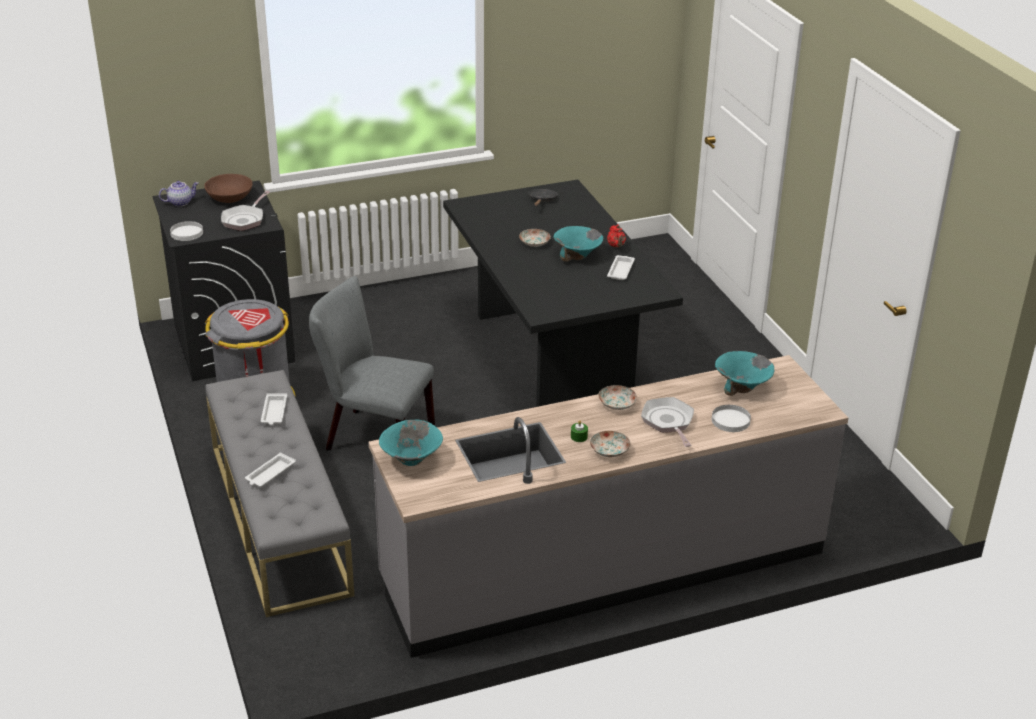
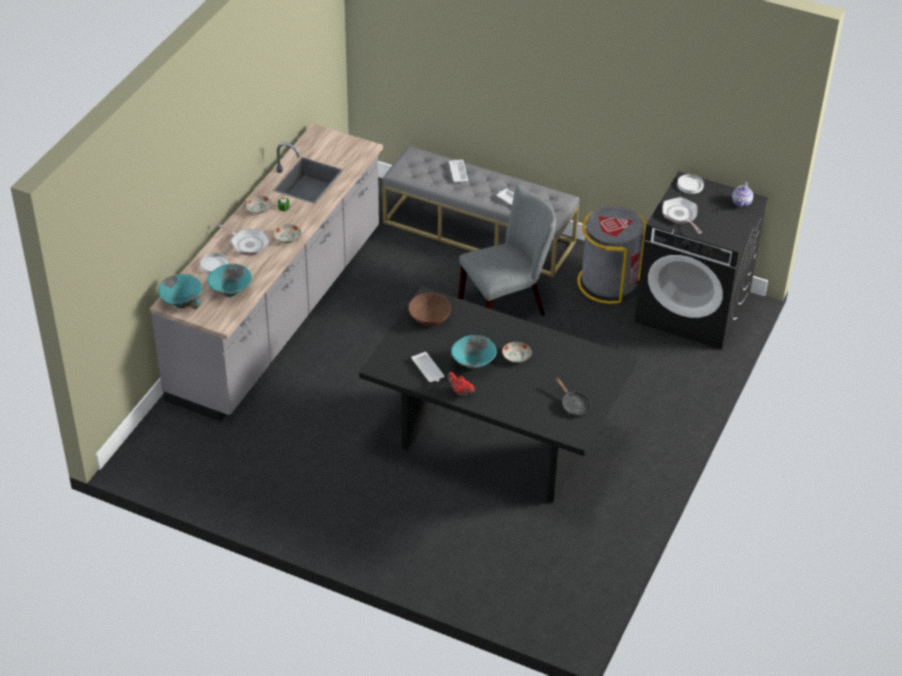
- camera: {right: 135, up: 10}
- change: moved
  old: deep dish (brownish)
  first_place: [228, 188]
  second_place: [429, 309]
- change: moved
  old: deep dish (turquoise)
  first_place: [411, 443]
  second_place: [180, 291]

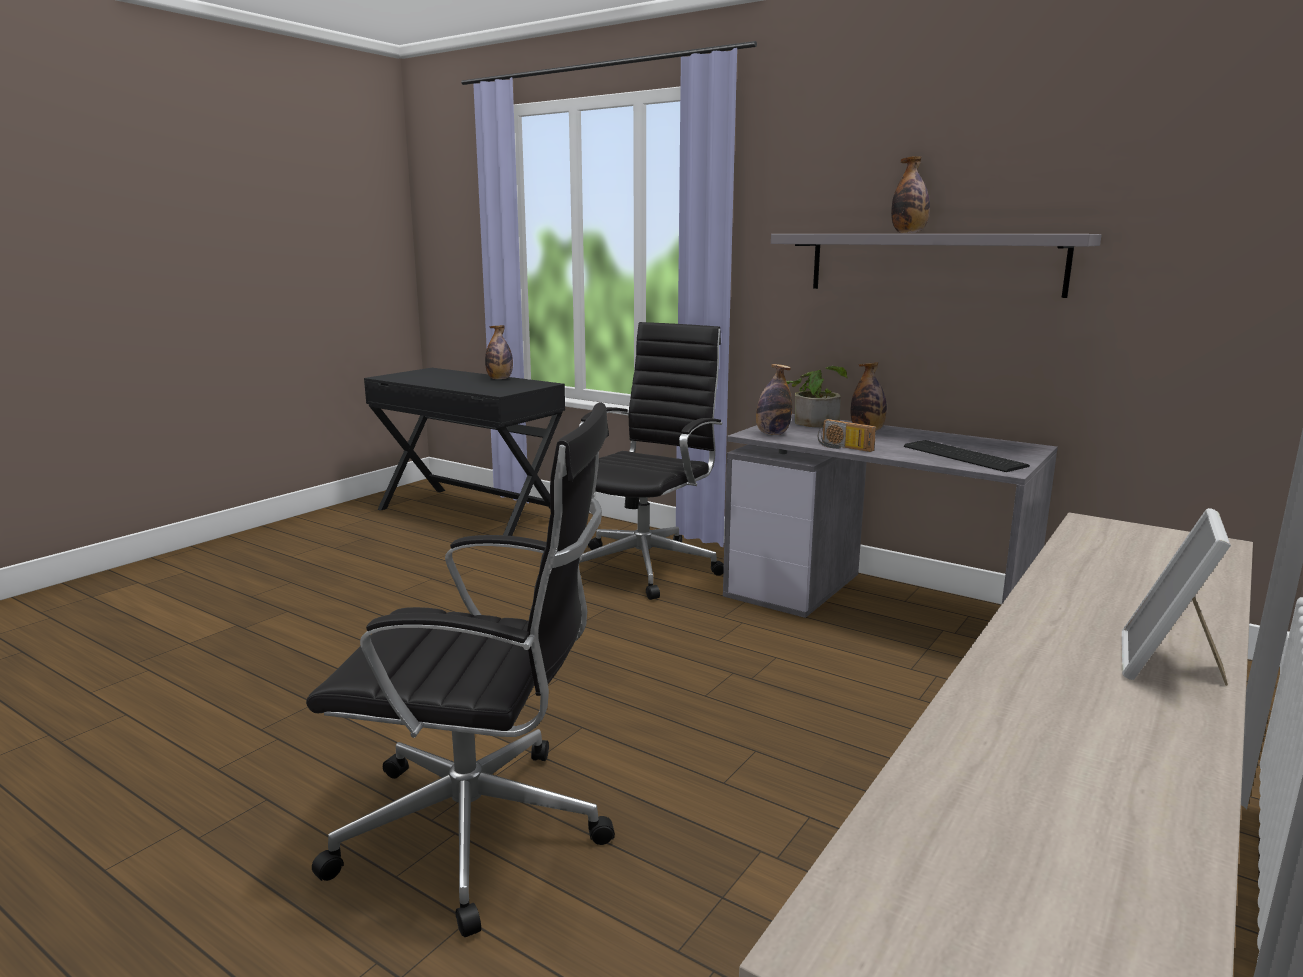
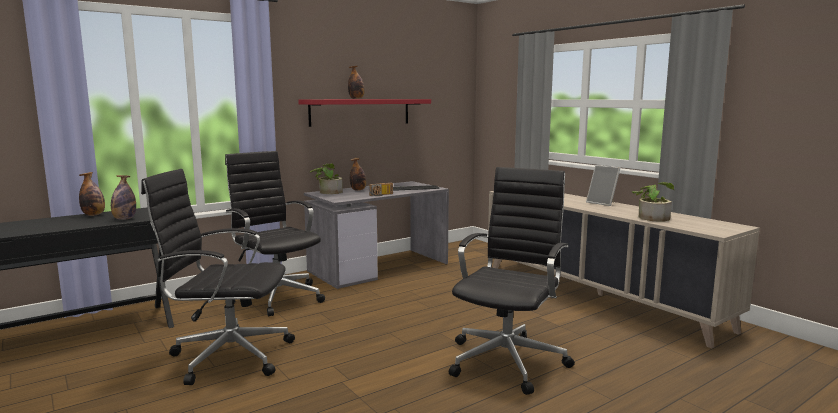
- camera: {right: -70, up: -5}
- change: added
  new: computer chair (black-coloured)
  second_place: [218, 277]
- change: added
  new: plant in a pot
  second_place: [653, 202]
- change: moved
  old: drink bottle
  first_place: [774, 399]
  second_place: [123, 197]
- change: recoloured
  old: shelf (greyish)
  new: shelf (red-coloured)
  first_place: [936, 266]
  second_place: [364, 113]

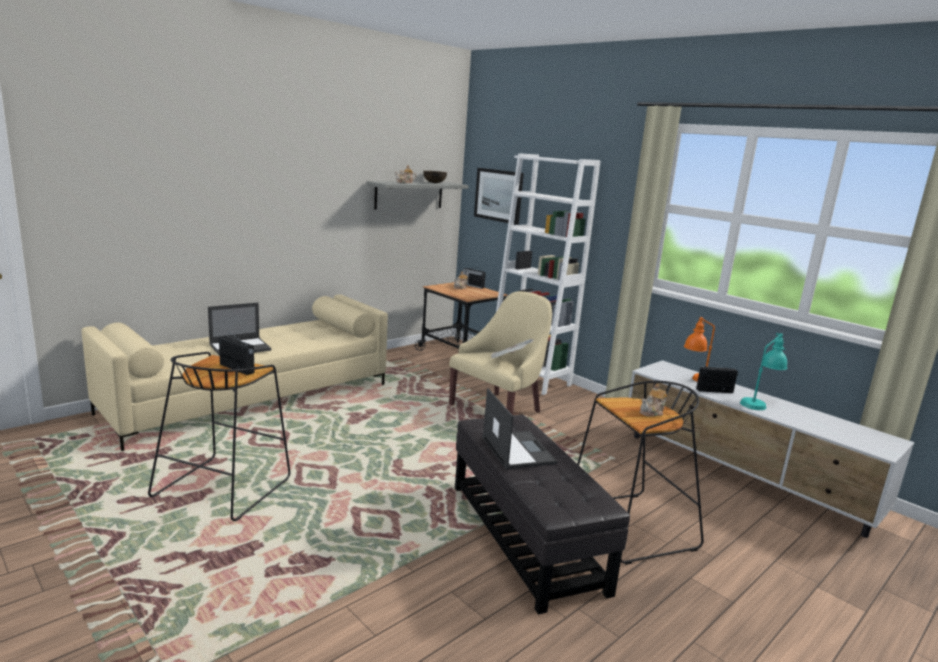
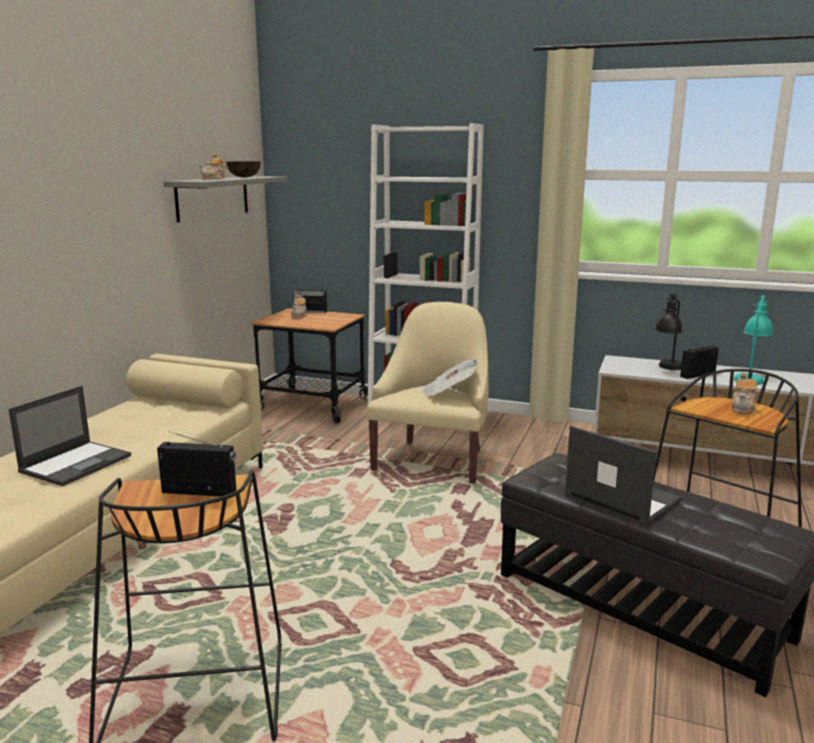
- camera: {right: -25, up: 0}
- change: removed
  old: wall art
  first_place: [499, 196]
- change: recoloured
  old: lamp for a table (orange-coloured)
  new: lamp for a table (black-coloured)
  first_place: [699, 349]
  second_place: [668, 331]

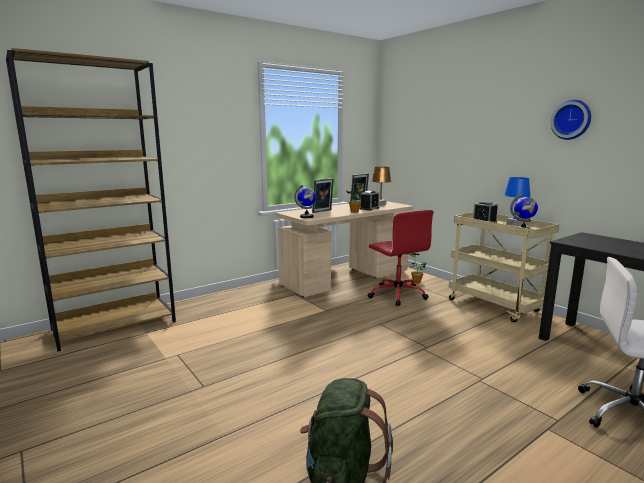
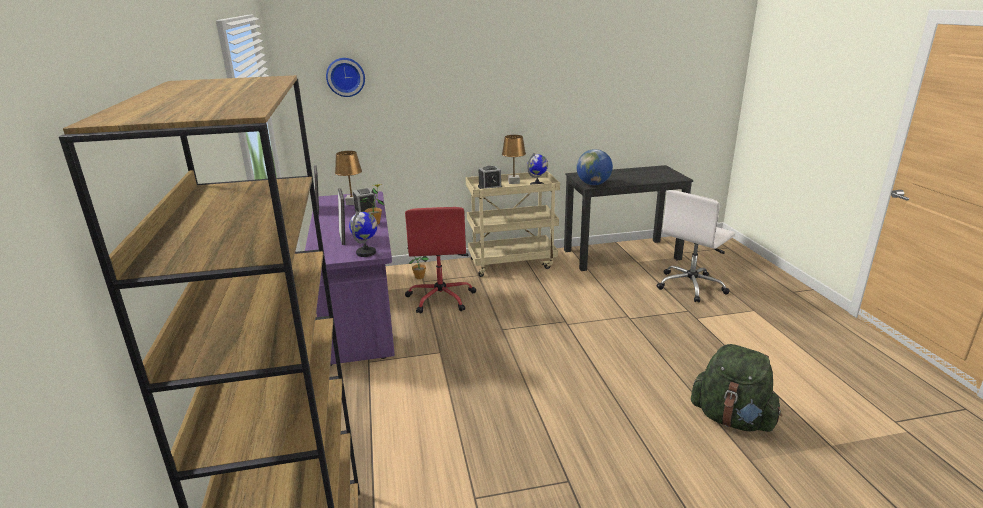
- camera: {right: -65, up: 10}
- change: added
  new: desk globe
  second_place: [595, 167]
- change: moved
  old: clock on the wall
  first_place: [571, 120]
  second_place: [345, 77]
- change: recoloured
  old: desk table (sand-coloured)
  new: desk table (purple-coloured)
  first_place: [344, 249]
  second_place: [350, 278]
- change: recoloured
  old: lamp for a table (bluish)
  new: lamp for a table (brownish)
  first_place: [517, 201]
  second_place: [514, 159]
- change: turned
  old: computer chair (red-coloured)
  first_place: [400, 258]
  second_place: [440, 260]
  degrees: 90

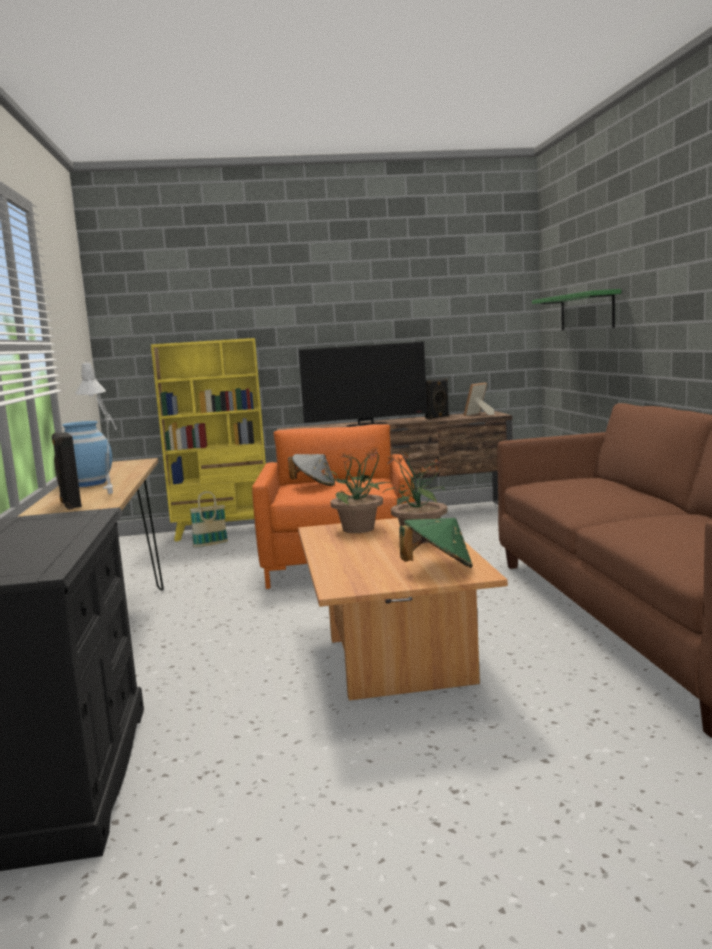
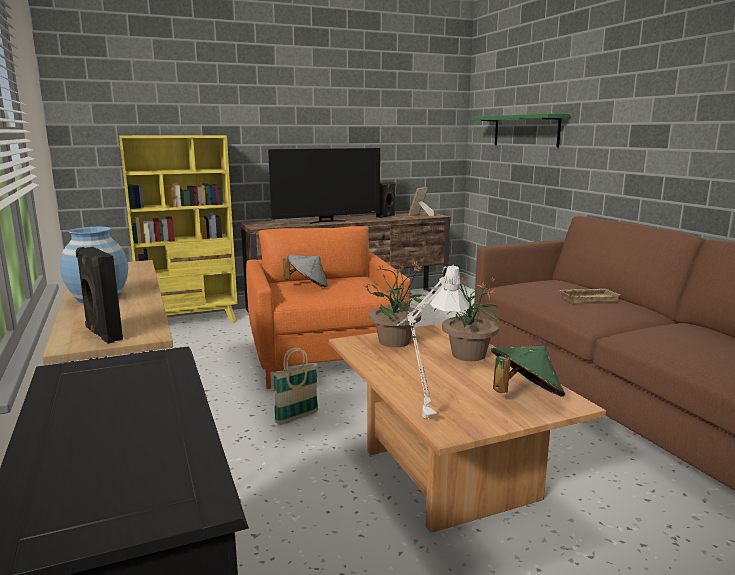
- camera: {right: -15, up: 5}
- change: added
  new: tray (sand-coloured)
  second_place: [590, 296]
- change: moved
  old: lamp for a table (greyish)
  first_place: [96, 428]
  second_place: [433, 343]
- change: moved
  old: storage basket
  first_place: [209, 519]
  second_place: [295, 386]

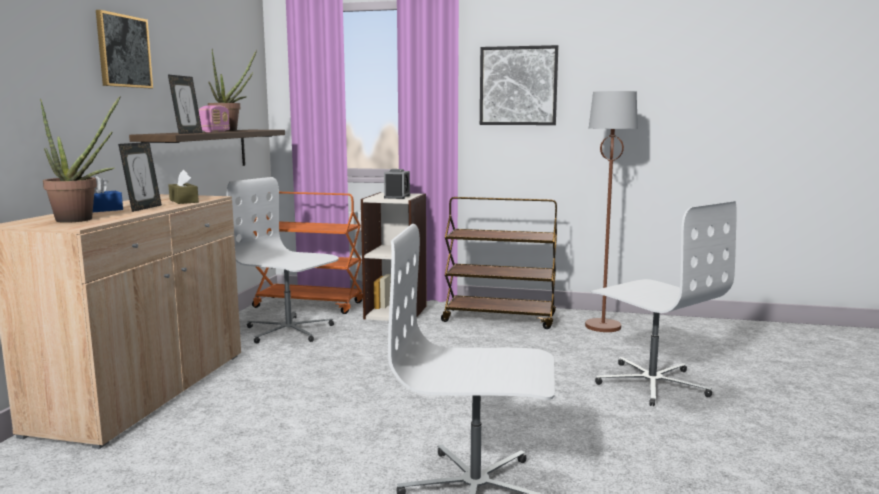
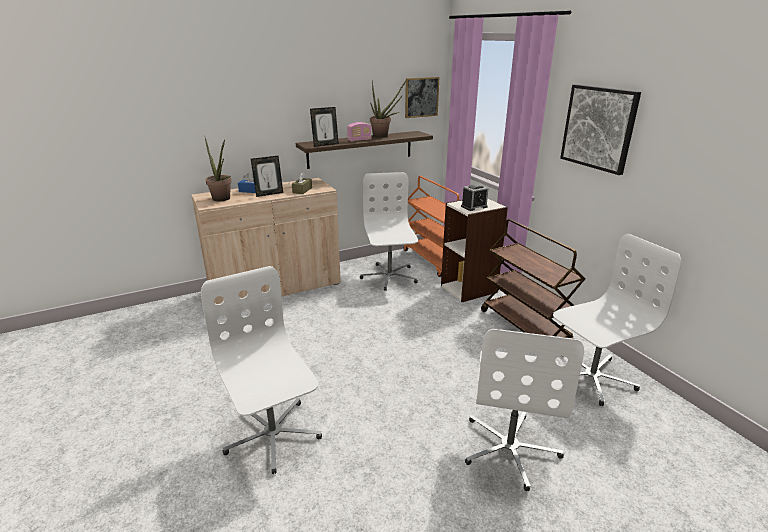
- camera: {right: 50, up: 15}
- change: moved
  old: wall art
  first_place: [124, 49]
  second_place: [422, 97]
- change: replaced
  old: standard lamp (brownish)
  new: computer chair (white-coloured)
  first_place: [611, 211]
  second_place: [617, 320]

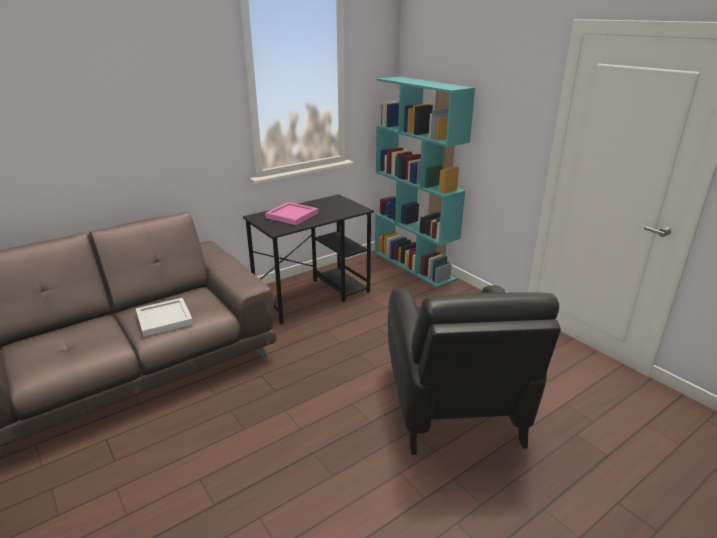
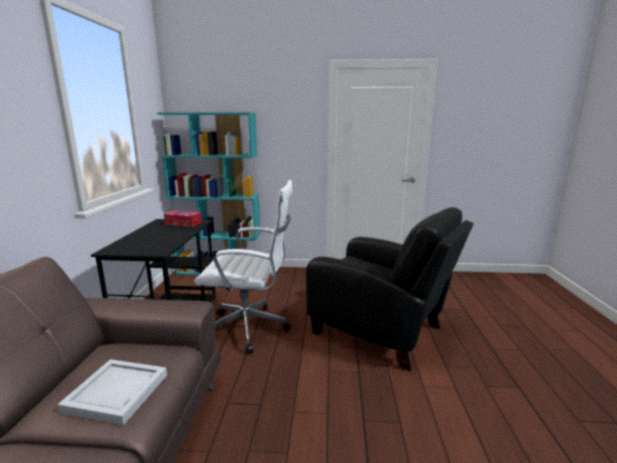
- camera: {right: -50, up: -10}
- change: removed
  old: tray (pinkish)
  first_place: [291, 213]
- change: added
  new: box of tissues
  second_place: [183, 218]
- change: added
  new: computer chair (white-coloured)
  second_place: [243, 267]

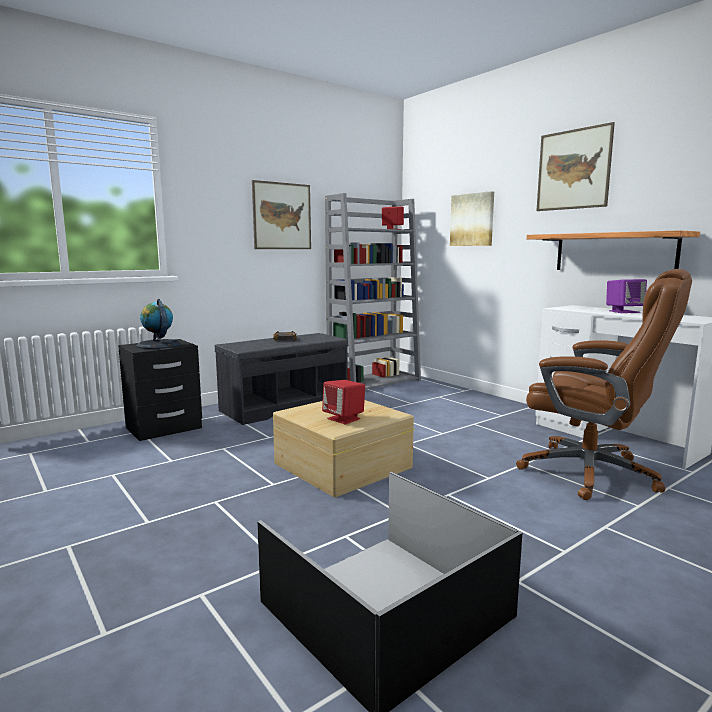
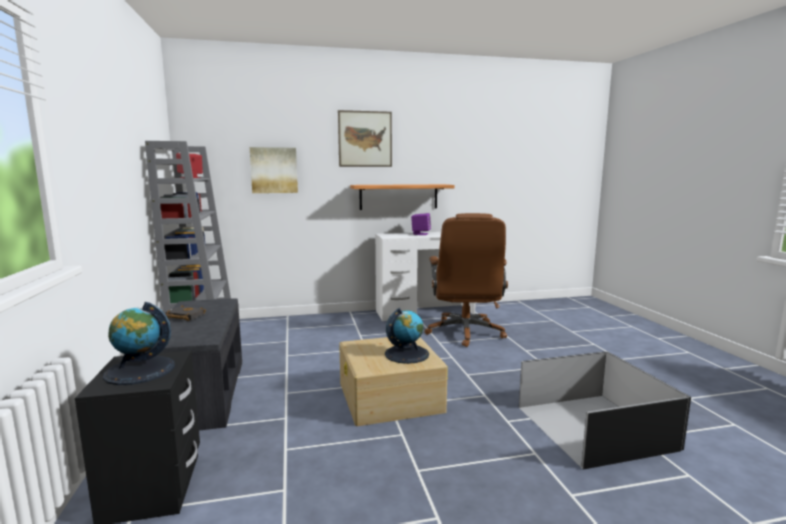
- camera: {right: -65, up: 0}
- change: removed
  old: wall art
  first_place: [281, 214]
- change: replaced
  old: audio speaker (red-coloured)
  new: desk globe
  first_place: [343, 402]
  second_place: [407, 336]
- change: turned
  old: computer chair (brownish)
  first_place: [604, 384]
  second_place: [466, 280]
  degrees: 120

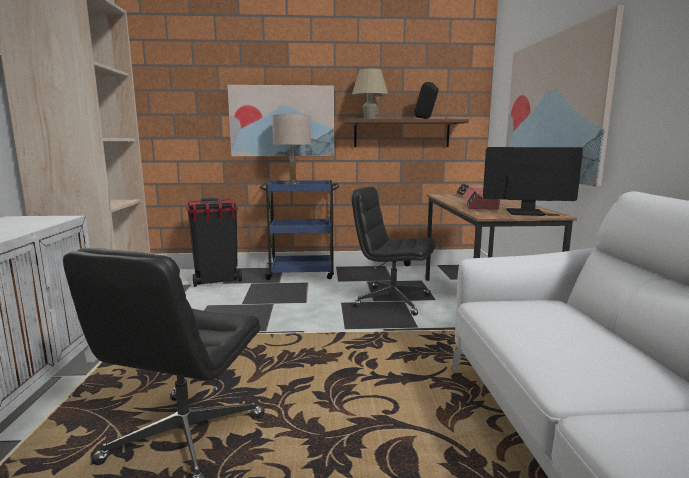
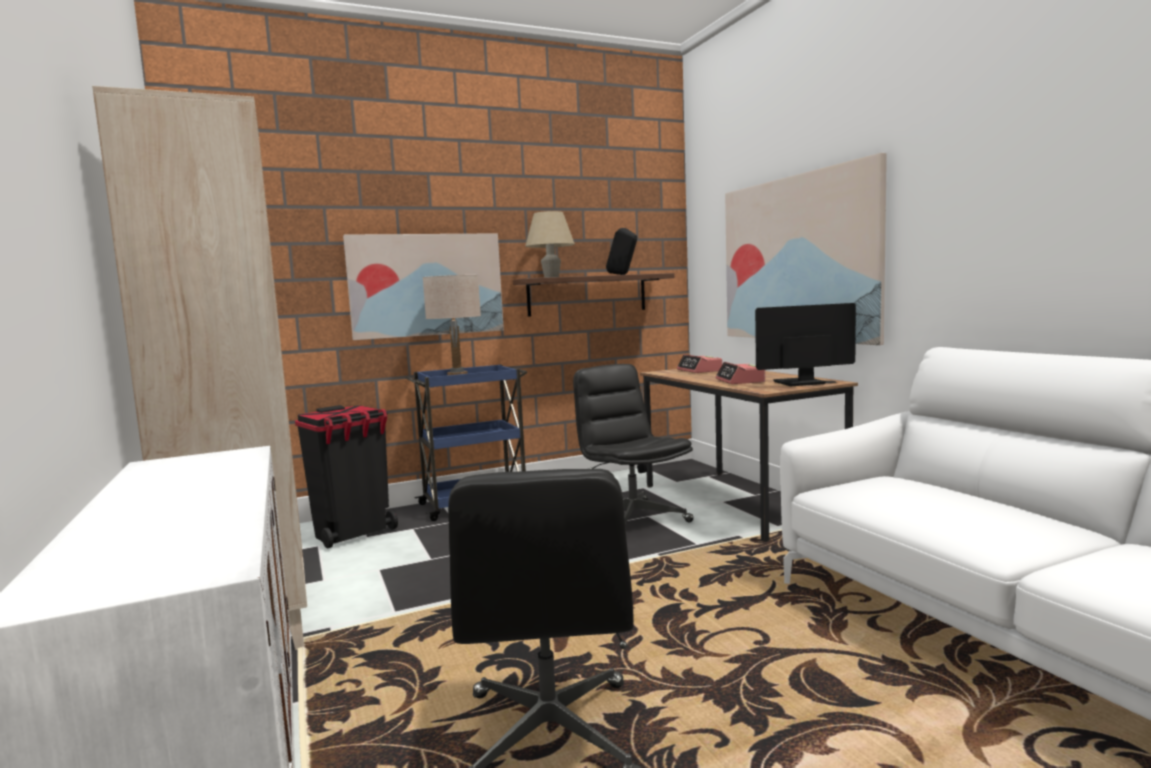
- camera: {right: -20, up: -5}
- change: turned
  old: computer chair (black-coloured)
  first_place: [393, 251]
  second_place: [633, 444]
  degrees: 60

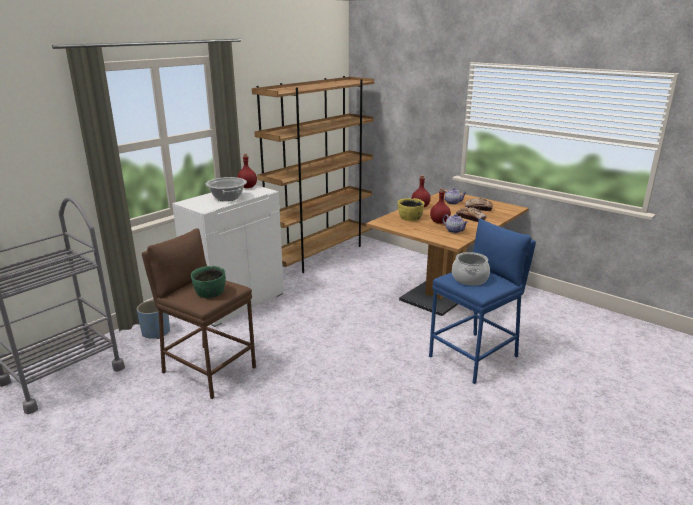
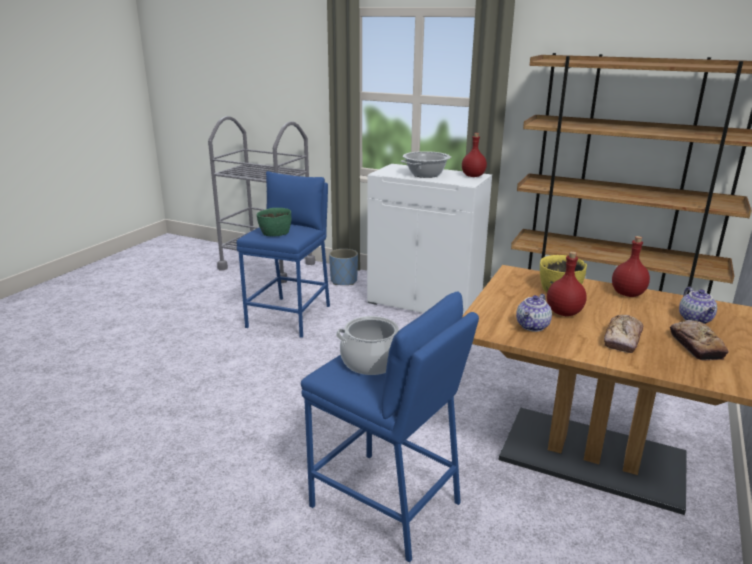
- camera: {right: 75, up: 0}
- change: recoloured
  old: stool (brownish)
  new: stool (bluish)
  first_place: [199, 313]
  second_place: [283, 254]

